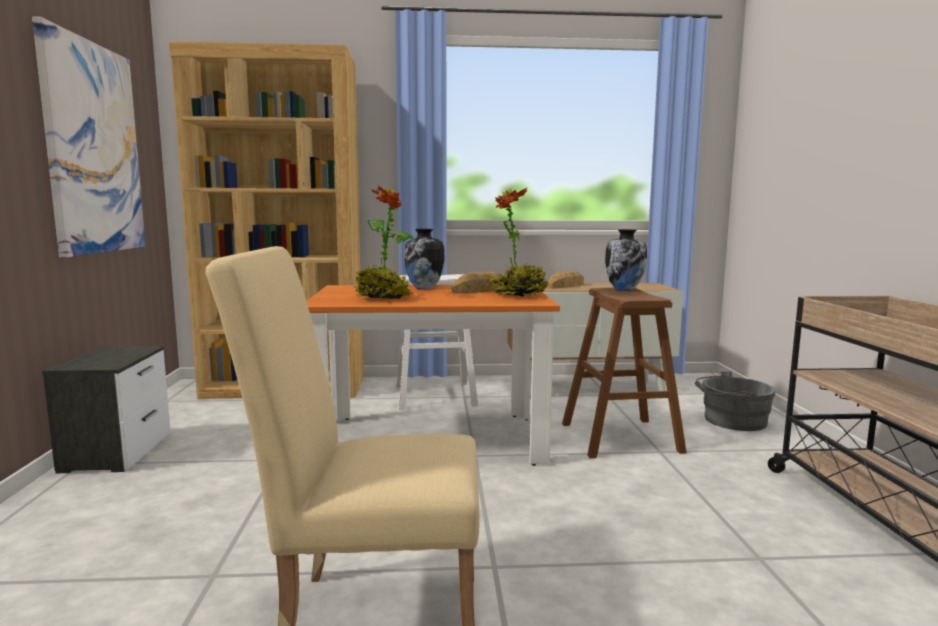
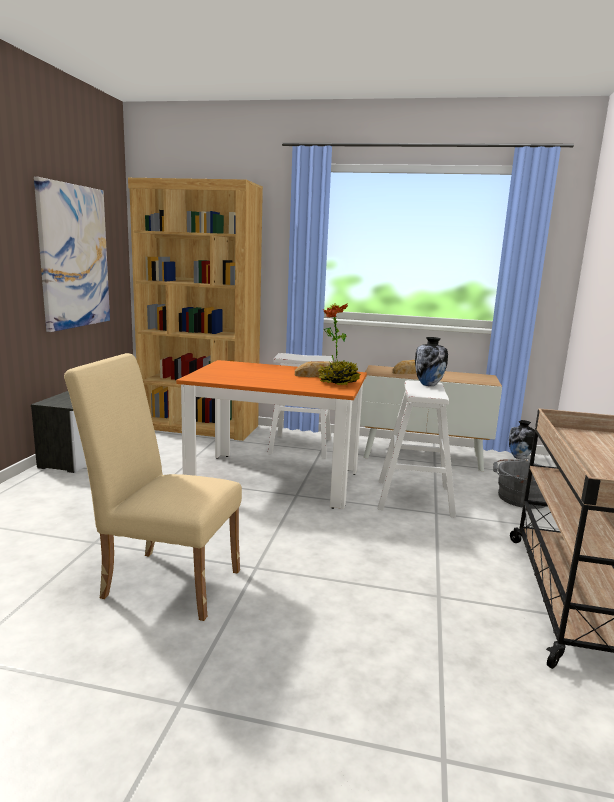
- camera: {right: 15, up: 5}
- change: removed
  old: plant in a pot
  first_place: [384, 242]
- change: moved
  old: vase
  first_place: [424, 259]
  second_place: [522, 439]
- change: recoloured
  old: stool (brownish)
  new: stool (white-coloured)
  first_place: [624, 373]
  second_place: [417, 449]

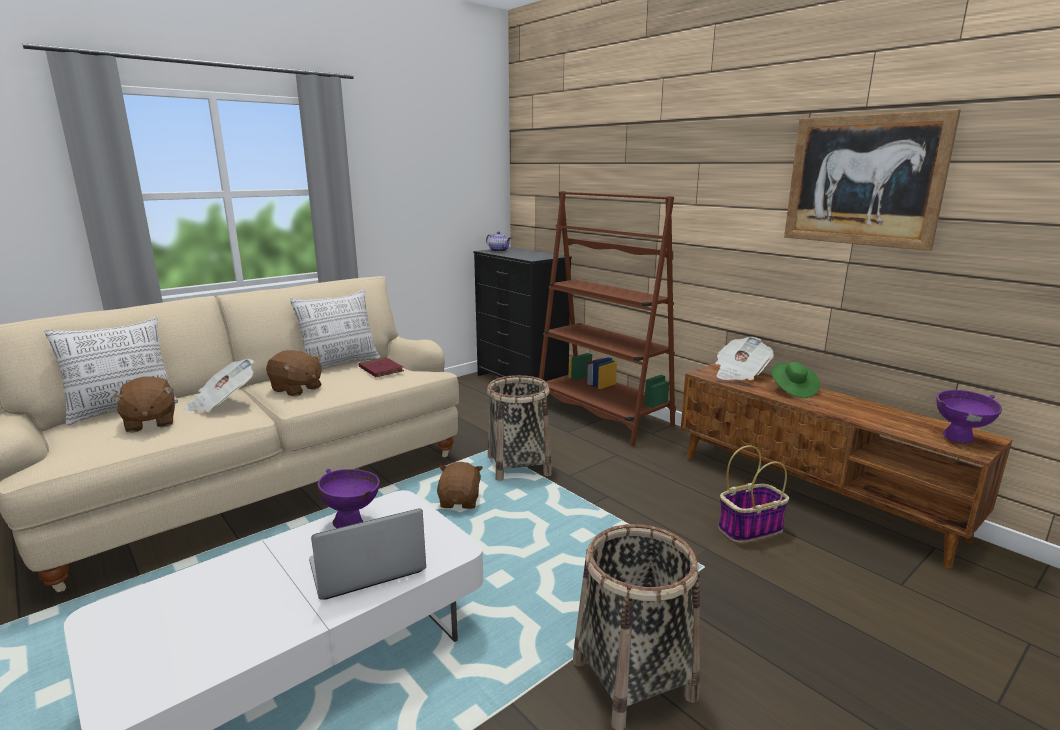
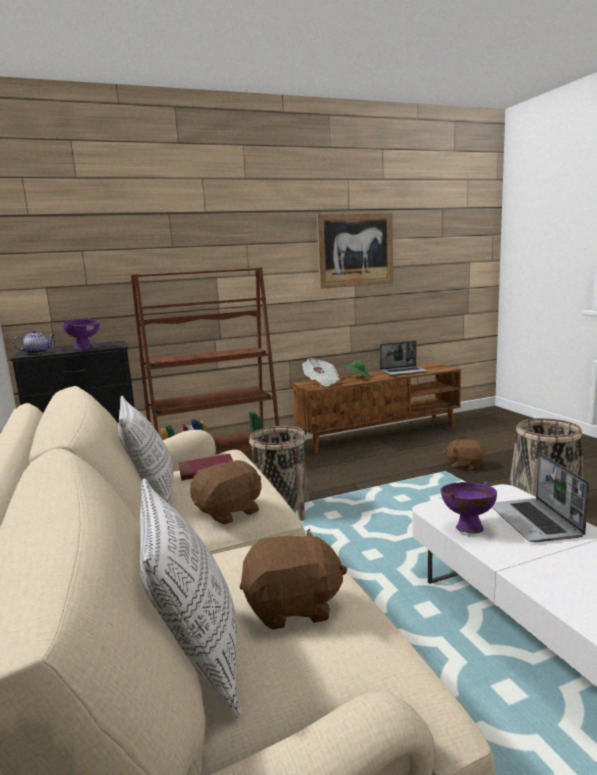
- camera: {right: -70, up: -5}
- change: removed
  old: newspaper
  first_place: [219, 385]
- change: removed
  old: storage basket
  first_place: [753, 494]
- change: added
  new: notebook computer
  second_place: [404, 358]
- change: moved
  old: plush toy (brownish)
  first_place: [460, 485]
  second_place: [464, 455]
- change: moved
  old: deep dish (purple-coloured)
  first_place: [969, 417]
  second_place: [81, 333]

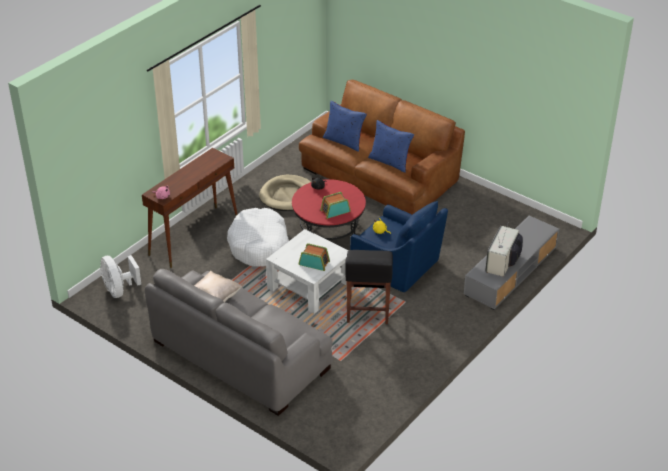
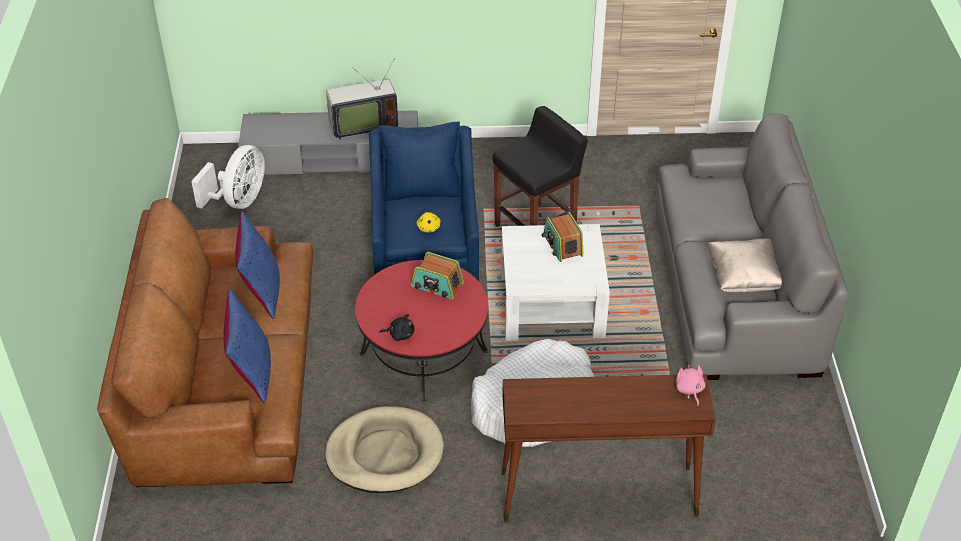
- camera: {right: -130, up: 5}
- change: moved
  old: electric fan (white-coloured)
  first_place: [120, 276]
  second_place: [228, 177]

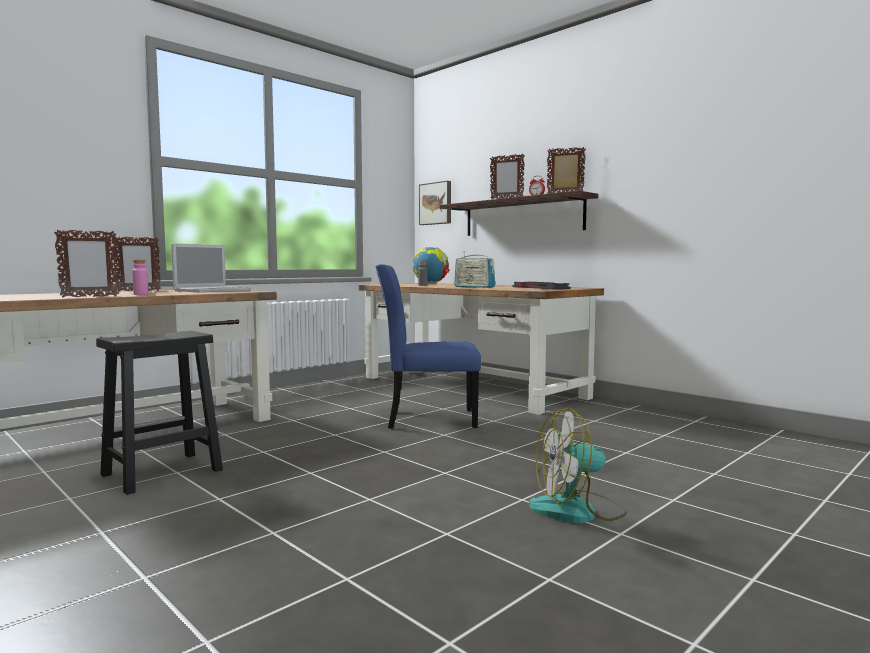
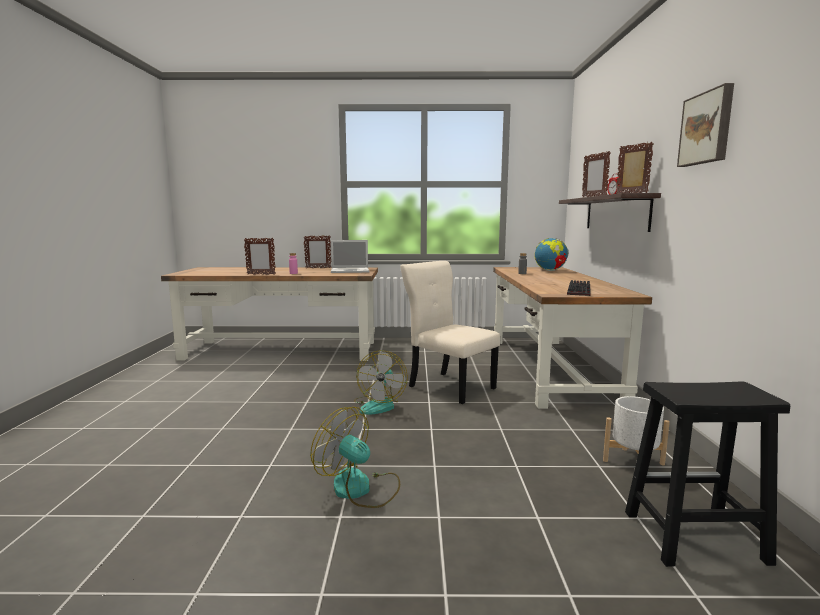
- camera: {right: 45, up: 5}
- change: removed
  old: radio receiver
  first_place: [474, 269]
- change: added
  new: electric fan
  second_place: [381, 382]
- change: added
  new: planter (white-coloured)
  second_place: [636, 430]
- change: moved
  old: stool (black-coloured)
  first_place: [159, 413]
  second_place: [707, 474]
- change: moved
  old: wall art
  first_place: [435, 203]
  second_place: [705, 125]
- change: recoloured
  old: upright chair (bluish)
  new: upright chair (sand-coloured)
  first_place: [428, 346]
  second_place: [450, 332]

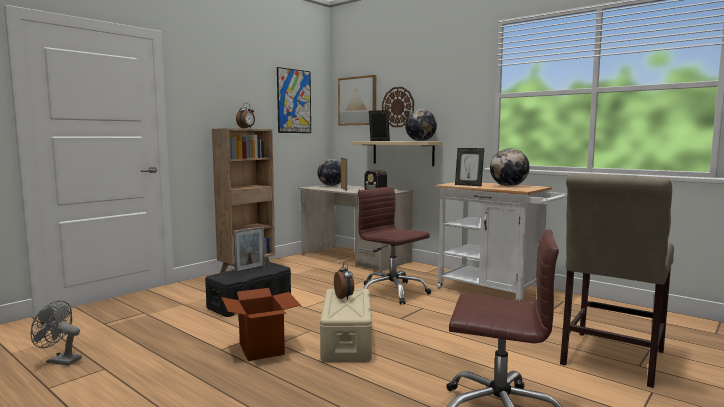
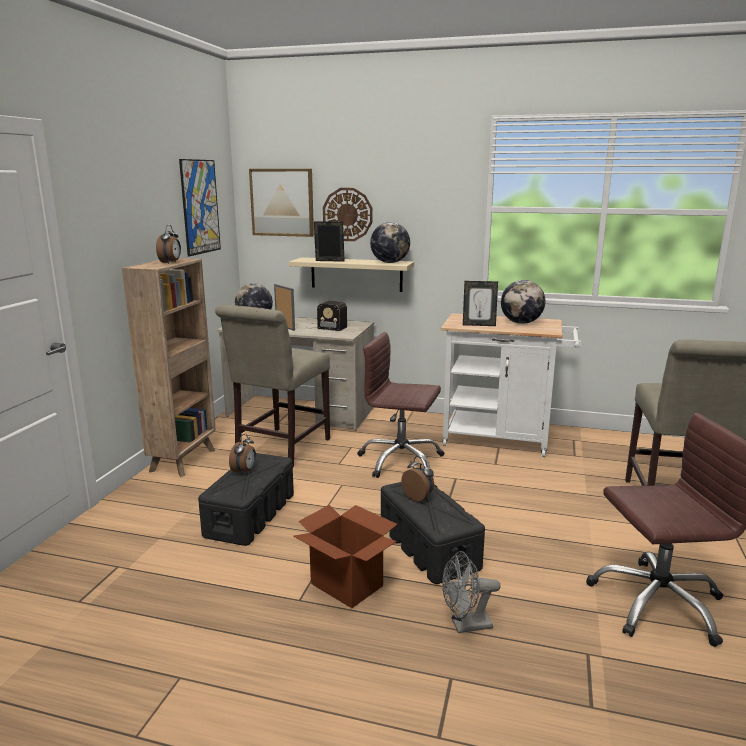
- camera: {right: -25, up: 10}
- change: added
  new: upright chair (sand-coloured)
  second_place: [272, 386]
- change: moved
  old: electric fan (greyish)
  first_place: [56, 333]
  second_place: [471, 592]
- change: replaced
  old: photo frame
  new: bedside clock
  first_place: [249, 249]
  second_place: [242, 454]
- change: recoloured
  old: storage container (sand-coloured)
  new: storage container (black-coloured)
  first_place: [346, 325]
  second_place: [433, 533]

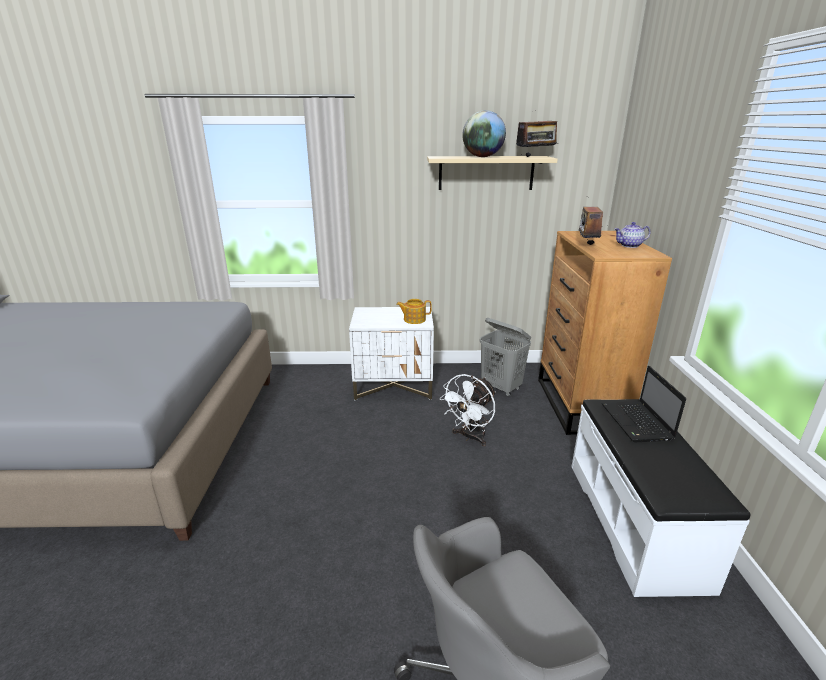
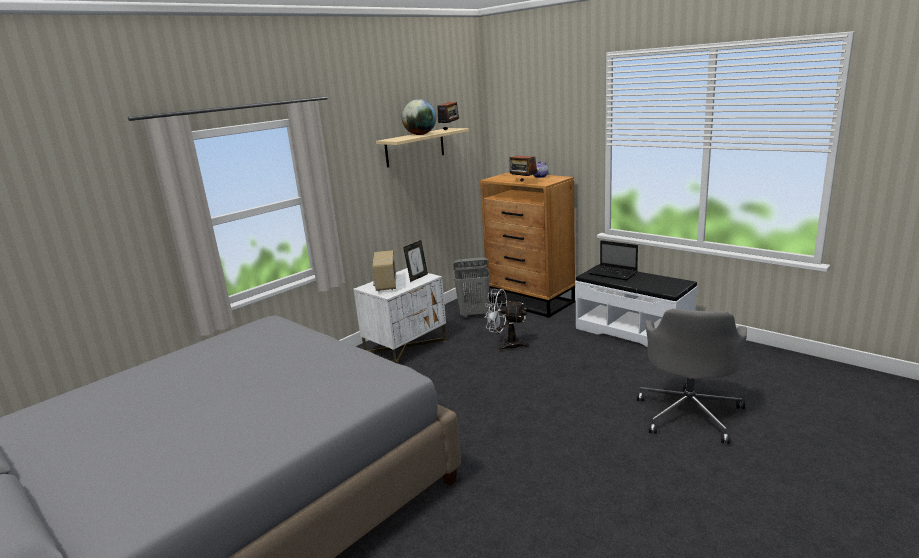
- camera: {right: -45, up: -5}
- change: added
  new: radio receiver
  second_place: [384, 271]
- change: replaced
  old: pot for tea
  new: photo frame
  first_place: [414, 311]
  second_place: [415, 261]
- change: turned
  old: electric fan (white-coloured)
  first_place: [468, 410]
  second_place: [506, 320]
  degrees: 120

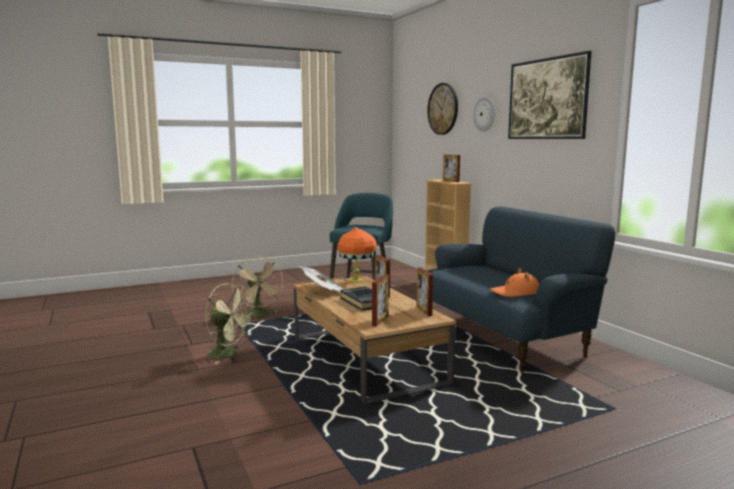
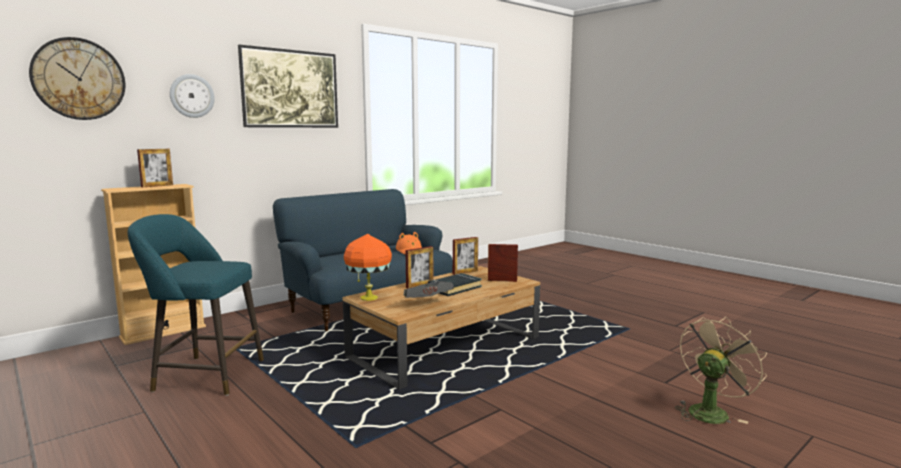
- camera: {right: -105, up: 0}
- change: removed
  old: electric fan (greenish)
  first_place: [230, 323]
- change: moved
  old: electric fan (sand-coloured)
  first_place: [258, 287]
  second_place: [721, 370]

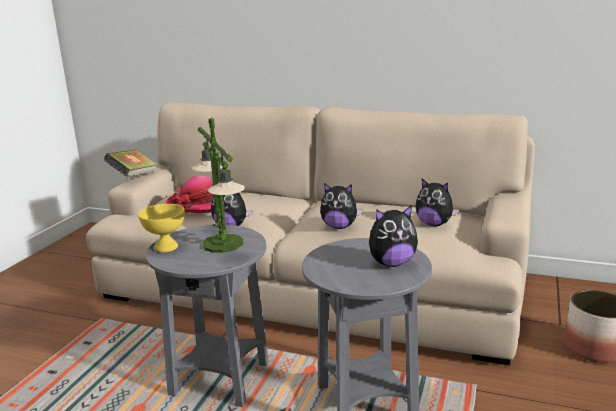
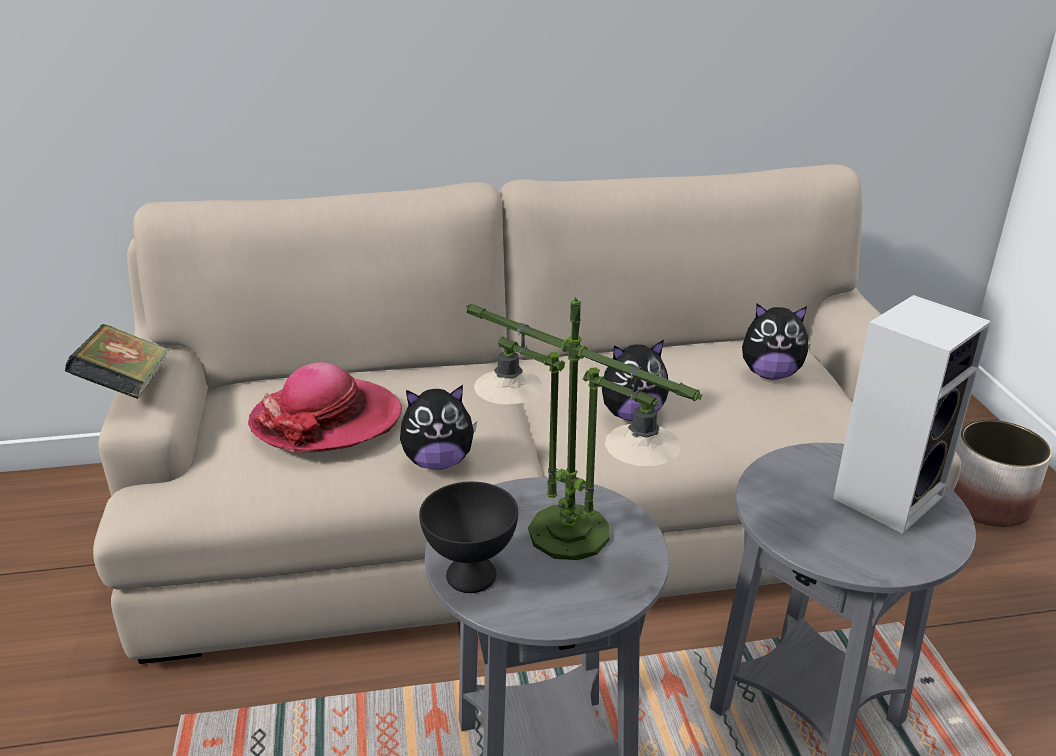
- camera: {right: -30, up: 10}
- change: replaced
  old: plush toy
  new: audio speaker
  first_place: [393, 236]
  second_place: [912, 414]
- change: recoloured
  old: deep dish (yellowish)
  new: deep dish (black-coloured)
  first_place: [161, 228]
  second_place: [468, 537]

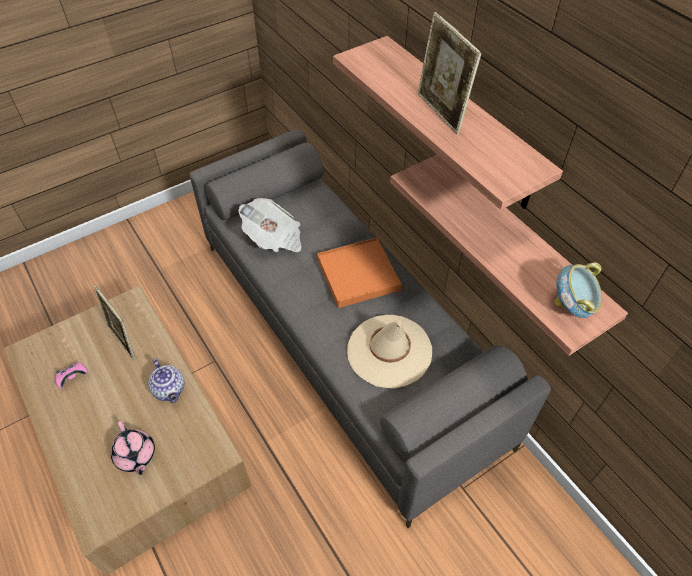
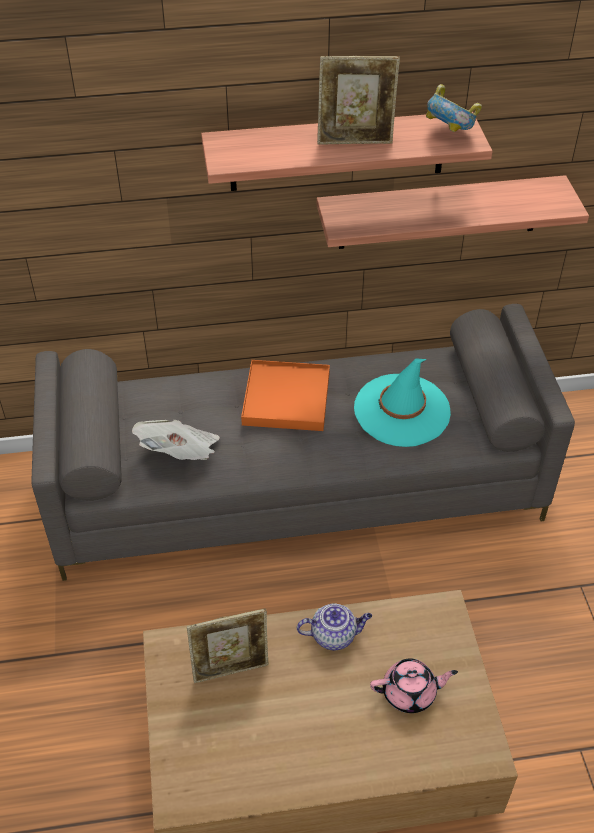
- camera: {right: -65, up: -5}
- change: removed
  old: gamepad (pinkish)
  first_place: [71, 375]
- change: moved
  old: deep dish
  first_place: [578, 290]
  second_place: [454, 108]
- change: recoloured
  old: wearable hat (sand-coloured)
  new: wearable hat (turquoise)
  first_place: [389, 351]
  second_place: [402, 402]

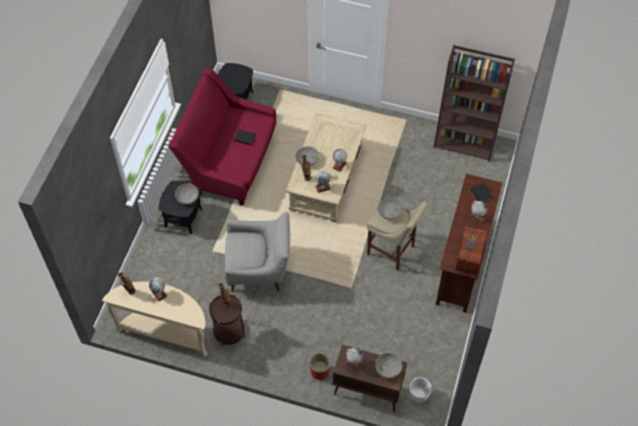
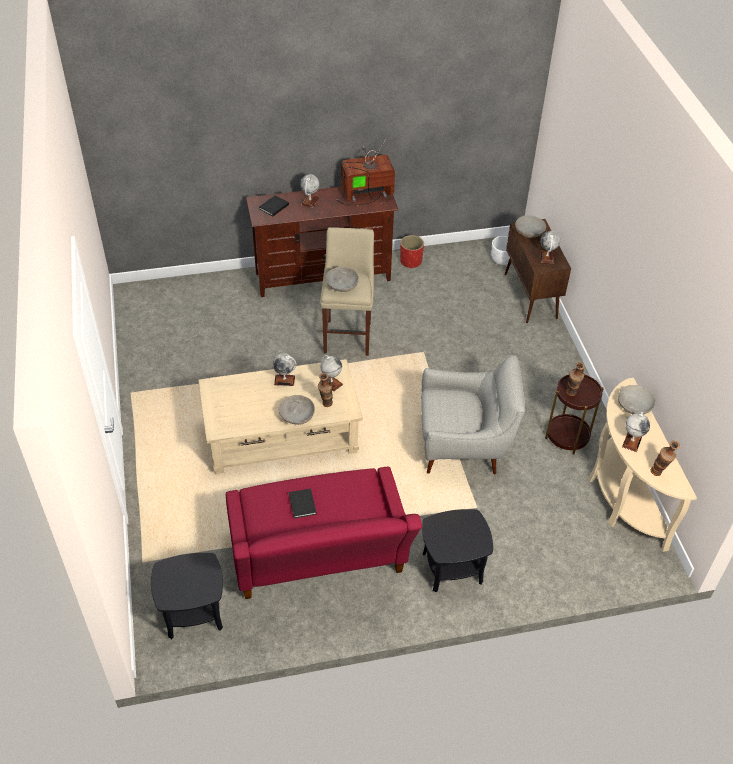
- camera: {right: -120, up: -10}
- change: removed
  old: bookshelf (brownish)
  first_place: [474, 103]
- change: moved
  old: deep dish (greyish)
  first_place: [187, 194]
  second_place: [637, 399]
- change: moved
  old: planter (red-coloured)
  first_place: [320, 366]
  second_place: [412, 252]
- change: turned
  old: easy chair (greyish)
  first_place: [257, 252]
  second_place: [473, 415]
  degrees: 120

